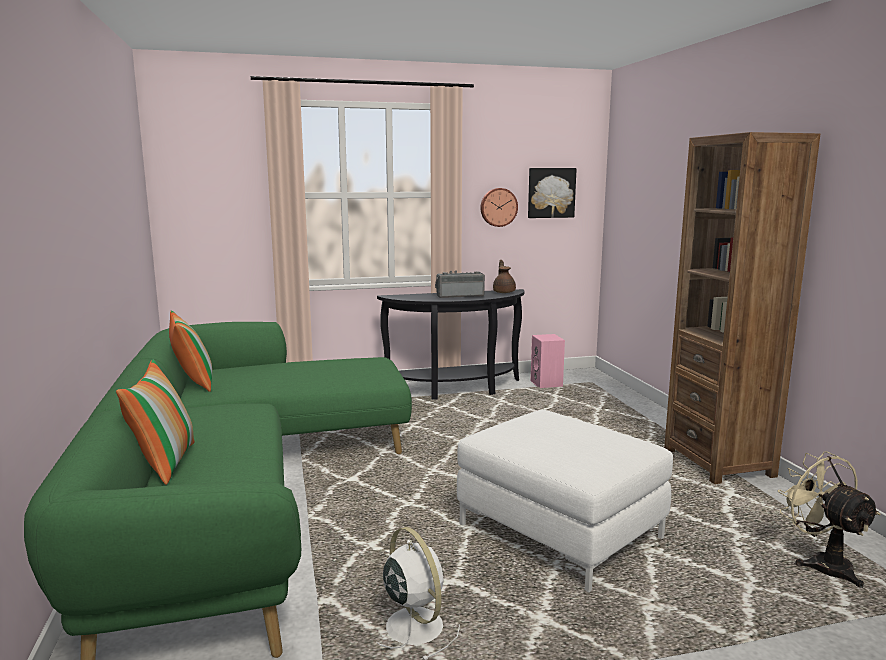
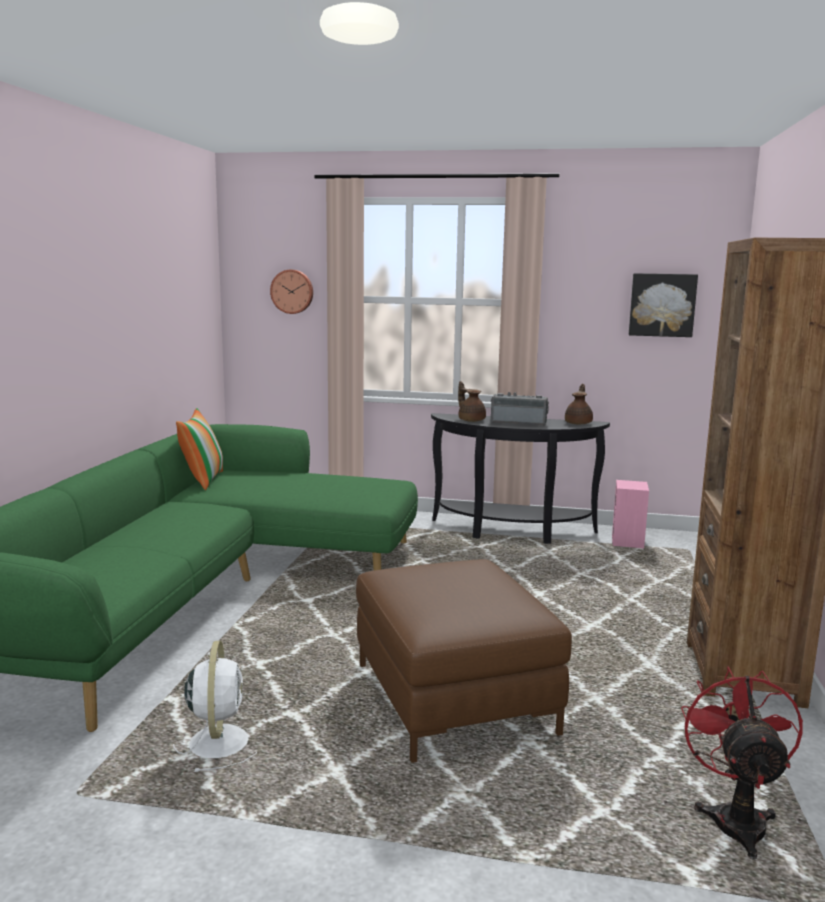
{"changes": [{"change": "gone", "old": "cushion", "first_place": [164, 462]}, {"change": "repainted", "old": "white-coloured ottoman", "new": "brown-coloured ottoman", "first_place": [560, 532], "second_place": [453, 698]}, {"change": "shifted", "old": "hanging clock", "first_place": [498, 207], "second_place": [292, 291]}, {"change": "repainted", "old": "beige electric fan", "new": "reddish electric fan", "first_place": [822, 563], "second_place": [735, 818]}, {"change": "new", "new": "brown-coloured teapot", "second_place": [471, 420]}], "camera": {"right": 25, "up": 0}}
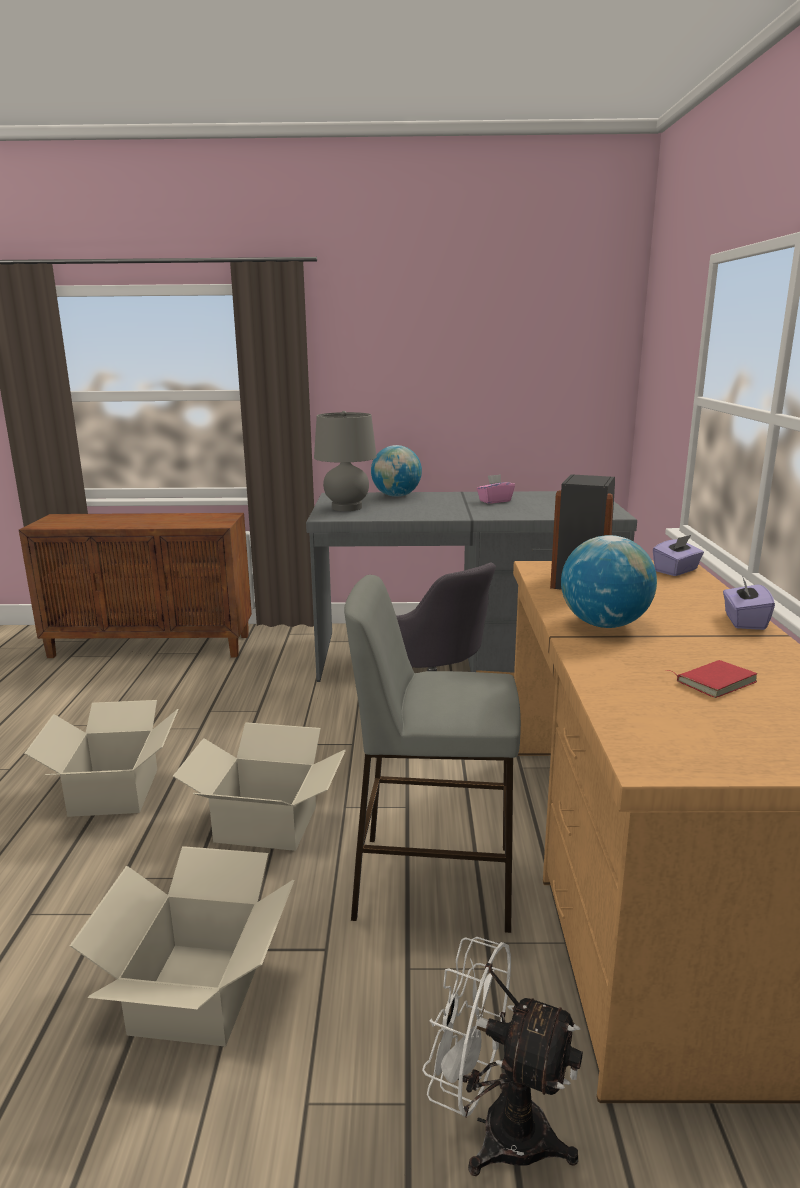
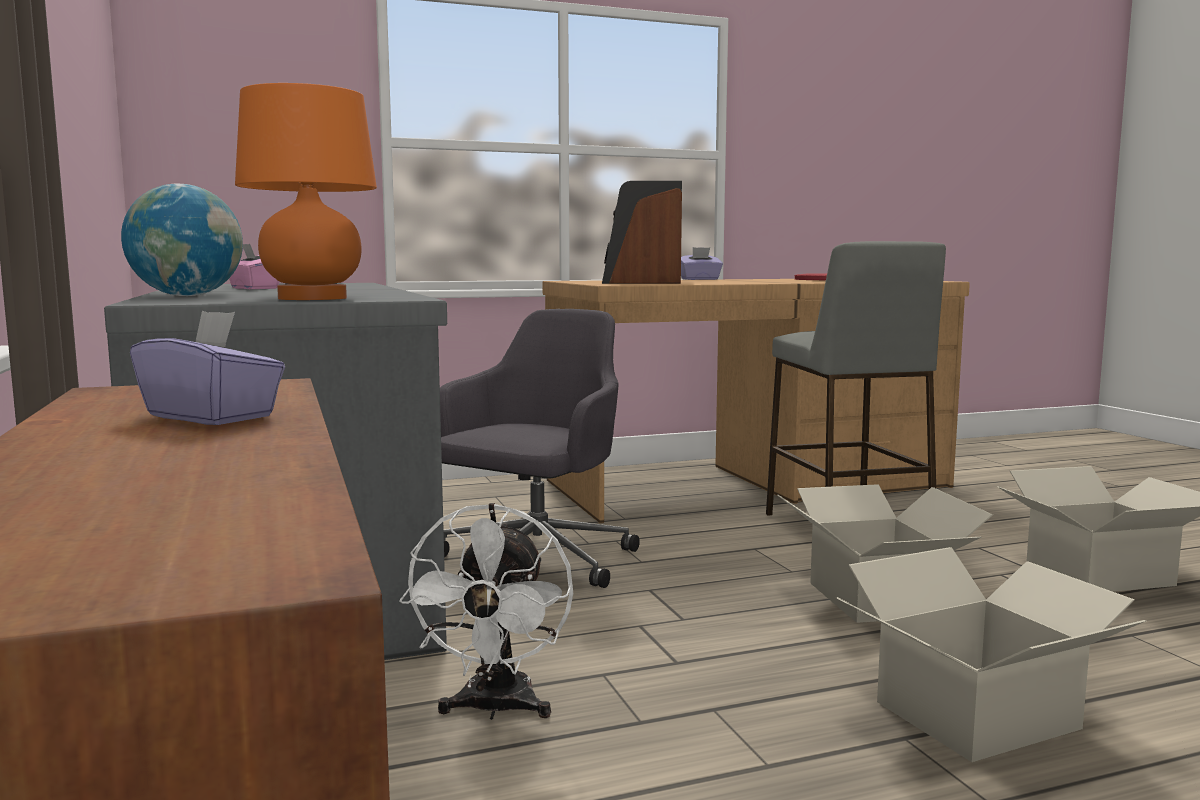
{"changes": [{"change": "repainted", "old": "grey lamp for a table", "new": "orange-coloured lamp for a table", "first_place": [346, 508], "second_place": [312, 298]}, {"change": "shifted", "old": "white-coloured electric fan", "first_place": [497, 1128], "second_place": [495, 709]}, {"change": "gone", "old": "globe", "first_place": [604, 624]}, {"change": "shifted", "old": "purple box of tissues", "first_place": [676, 571], "second_place": [212, 416]}], "camera": {"right": -110, "up": -10}}
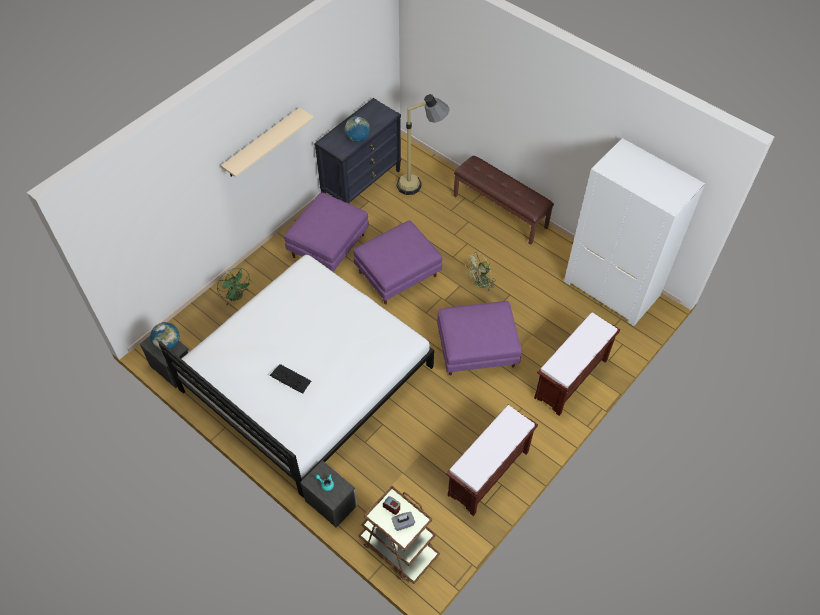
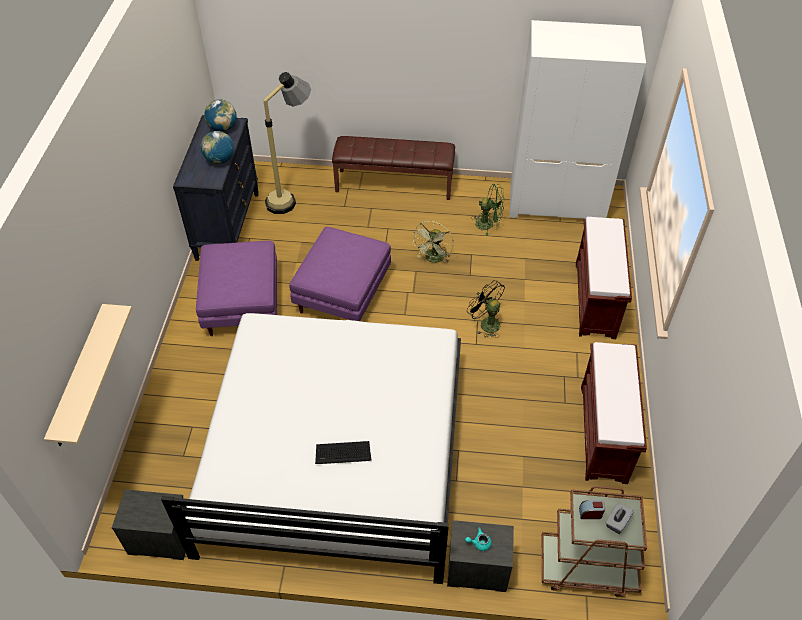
{"changes": [{"change": "shifted", "old": "globe", "first_place": [168, 343], "second_place": [223, 128]}, {"change": "shifted", "old": "green electric fan", "first_place": [237, 296], "second_place": [488, 224]}, {"change": "shifted", "old": "beige bracket shelf", "first_place": [262, 143], "second_place": [79, 376]}, {"change": "swapped", "old": "purple ottoman", "new": "blackish electric fan", "first_place": [476, 350], "second_place": [486, 323]}], "camera": {"right": -35, "up": -5}}
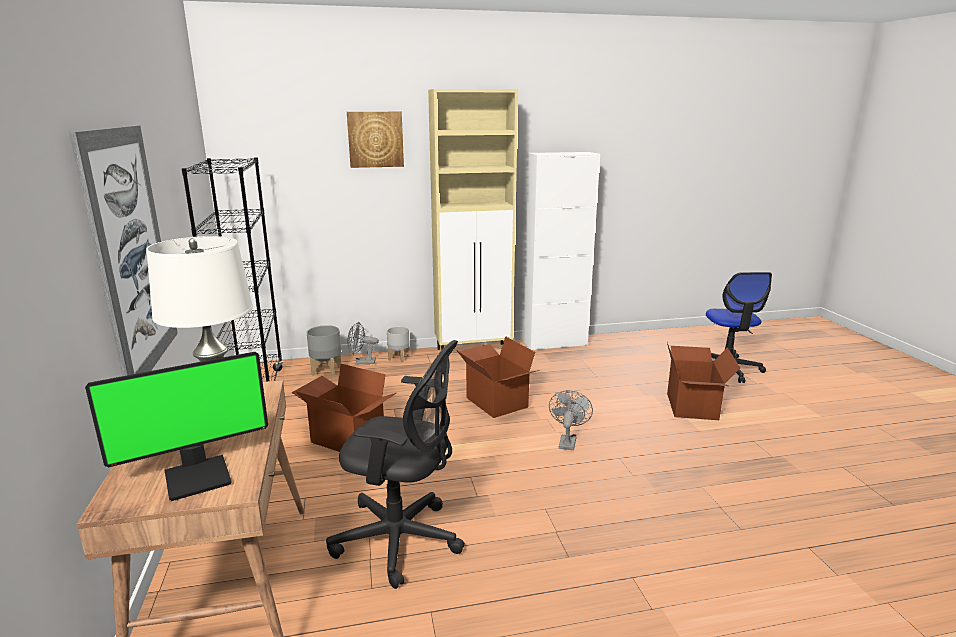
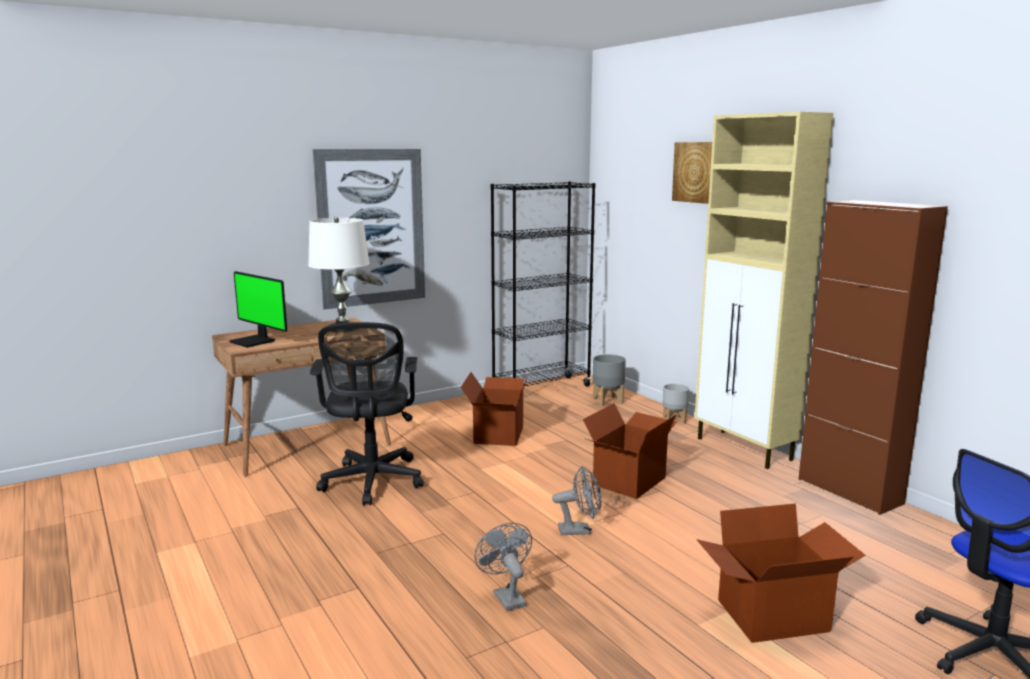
{"changes": [{"change": "shifted", "old": "grey electric fan", "first_place": [362, 362], "second_place": [506, 596]}, {"change": "repainted", "old": "white-coloured cupboard", "new": "brown-coloured cupboard", "first_place": [555, 343], "second_place": [849, 491]}], "camera": {"right": 70, "up": -5}}
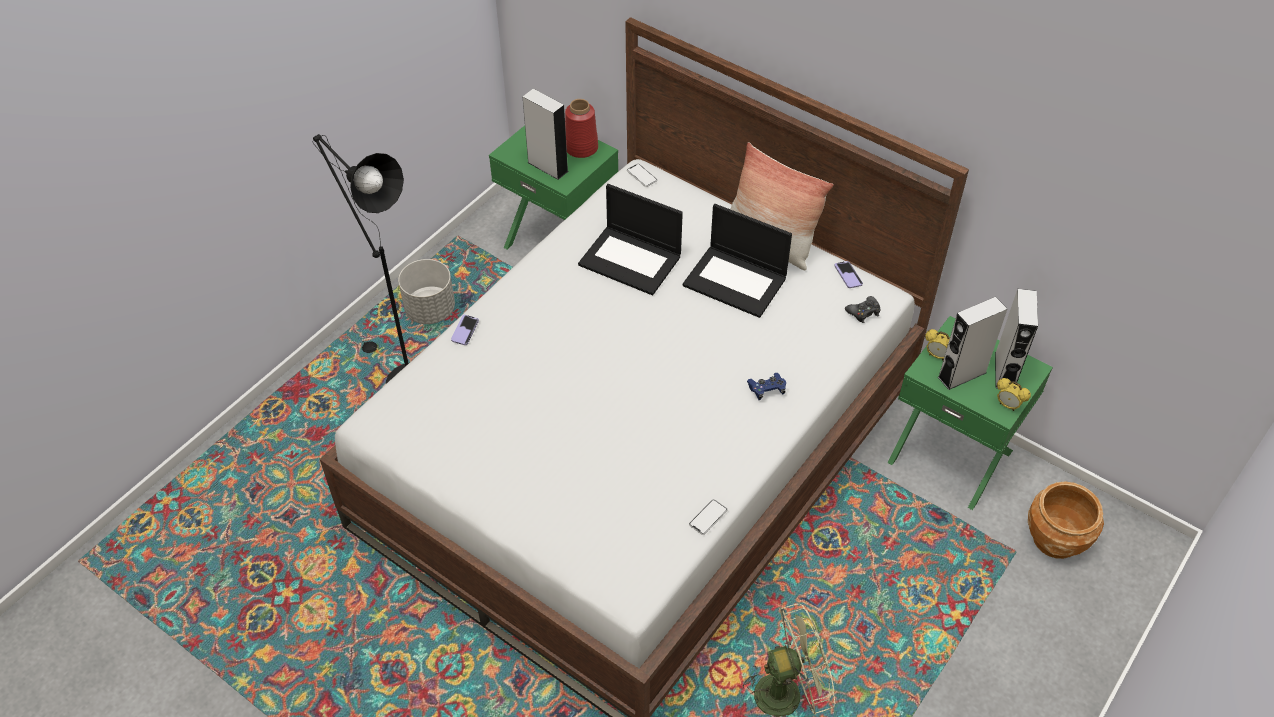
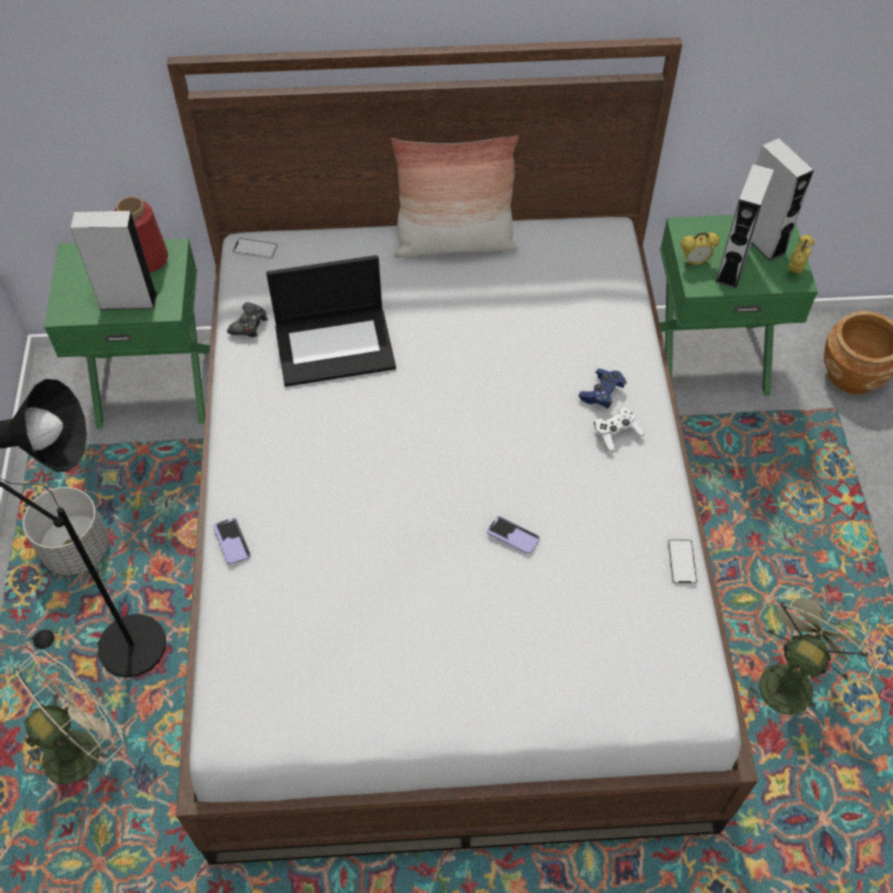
{"changes": [{"change": "gone", "old": "laptop", "first_place": [736, 281]}, {"change": "shifted", "old": "telephone", "first_place": [848, 275], "second_place": [513, 536]}, {"change": "shifted", "old": "blackish game controller", "first_place": [863, 312], "second_place": [249, 324]}, {"change": "rotated", "old": "bedside clock", "first_place": [1007, 405], "second_place": [795, 270], "degrees": 120}, {"change": "new", "new": "beige electric fan", "second_place": [81, 746]}, {"change": "new", "new": "white-coloured game controller", "second_place": [616, 434]}], "camera": {"right": -40, "up": 5}}
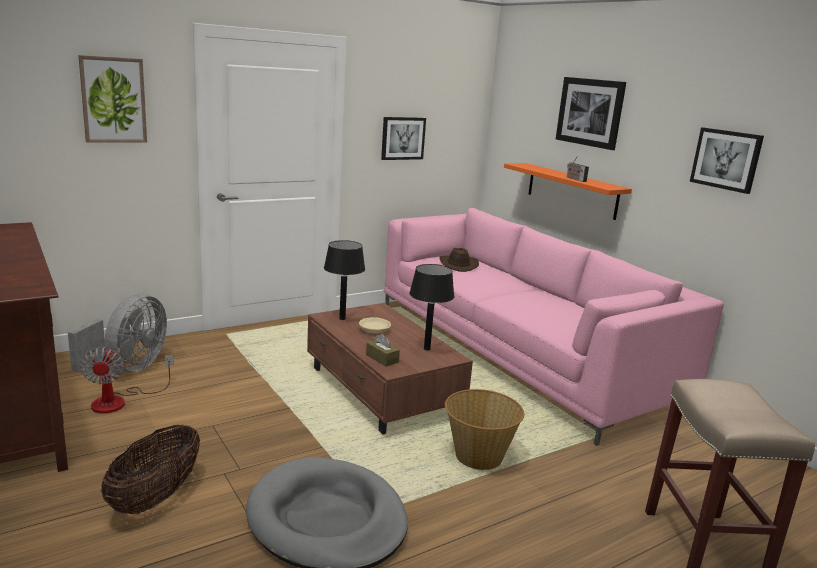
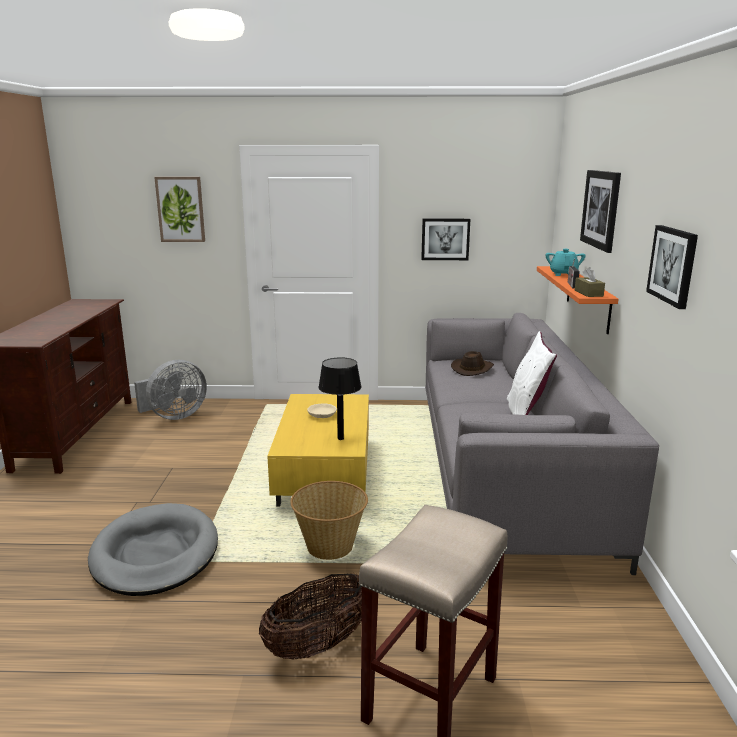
{"changes": [{"change": "gone", "old": "electric fan", "first_place": [119, 401]}, {"change": "shifted", "old": "basket", "first_place": [156, 497], "second_place": [319, 644]}, {"change": "repainted", "old": "brown-coloured lounge table", "new": "yellow lounge table", "first_place": [382, 391], "second_place": [324, 473]}, {"change": "gone", "old": "blackish lamp for a table", "first_place": [342, 318]}, {"change": "shifted", "old": "brown-coloured box of tissues", "first_place": [382, 358], "second_place": [588, 293]}, {"change": "repainted", "old": "pink-coloured sofa", "new": "grey sofa", "first_place": [518, 351], "second_place": [504, 467]}, {"change": "new", "new": "white-coloured cushion", "second_place": [526, 414]}, {"change": "new", "new": "blue-green teapot", "second_place": [563, 274]}], "camera": {"right": 35, "up": 0}}
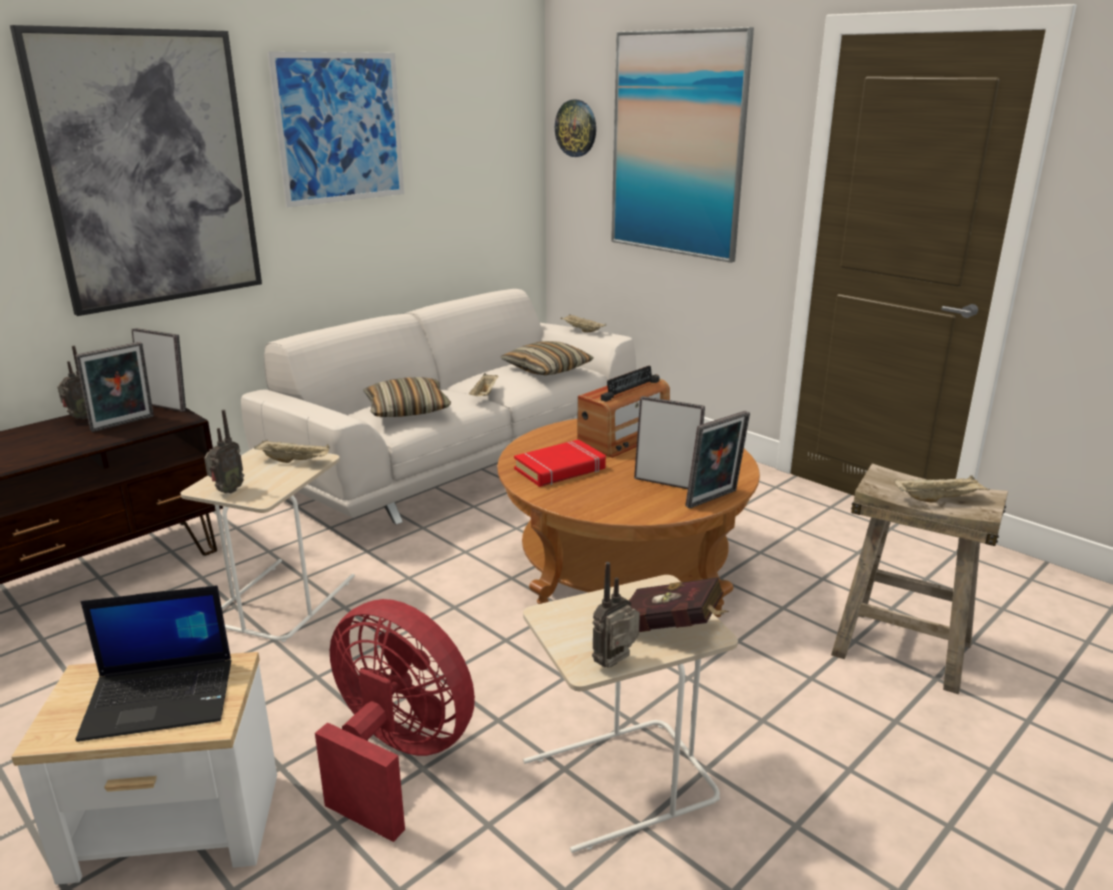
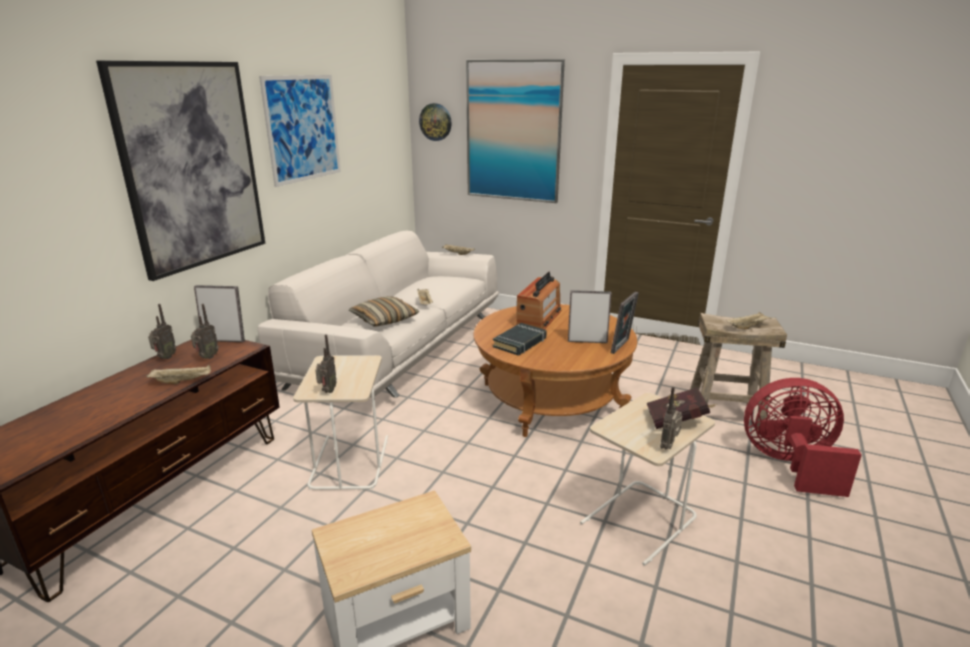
{"changes": [{"change": "swapped", "old": "standing frame", "new": "radio set", "first_place": [124, 424], "second_place": [207, 357]}, {"change": "gone", "old": "laptop", "first_place": [162, 698]}, {"change": "shifted", "old": "beige carrying tray", "first_place": [295, 461], "second_place": [183, 381]}, {"change": "shifted", "old": "reddish electric fan", "first_place": [396, 759], "second_place": [790, 465]}, {"change": "gone", "old": "cushion", "first_place": [547, 369]}, {"change": "repainted", "old": "reddish bound book", "new": "blackish bound book", "first_place": [560, 469], "second_place": [520, 343]}], "camera": {"right": -20, "up": 0}}
